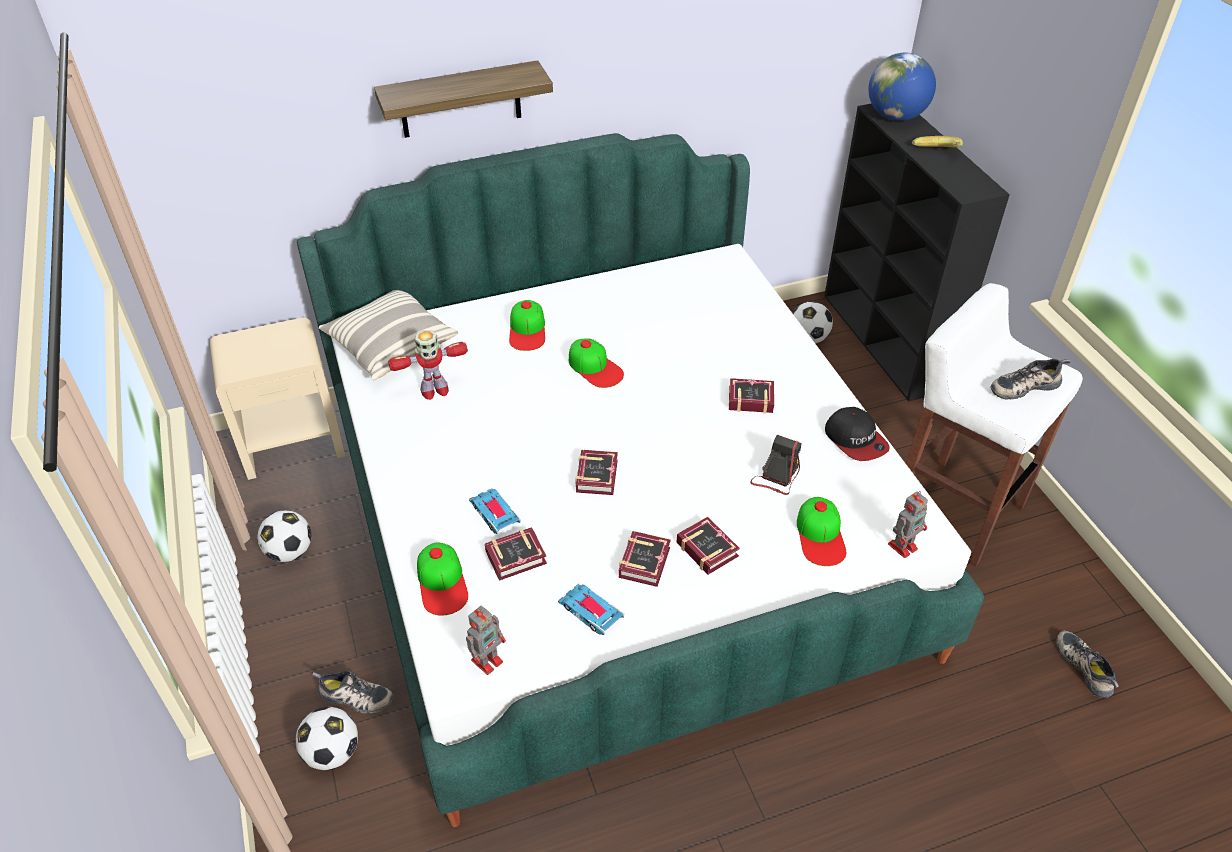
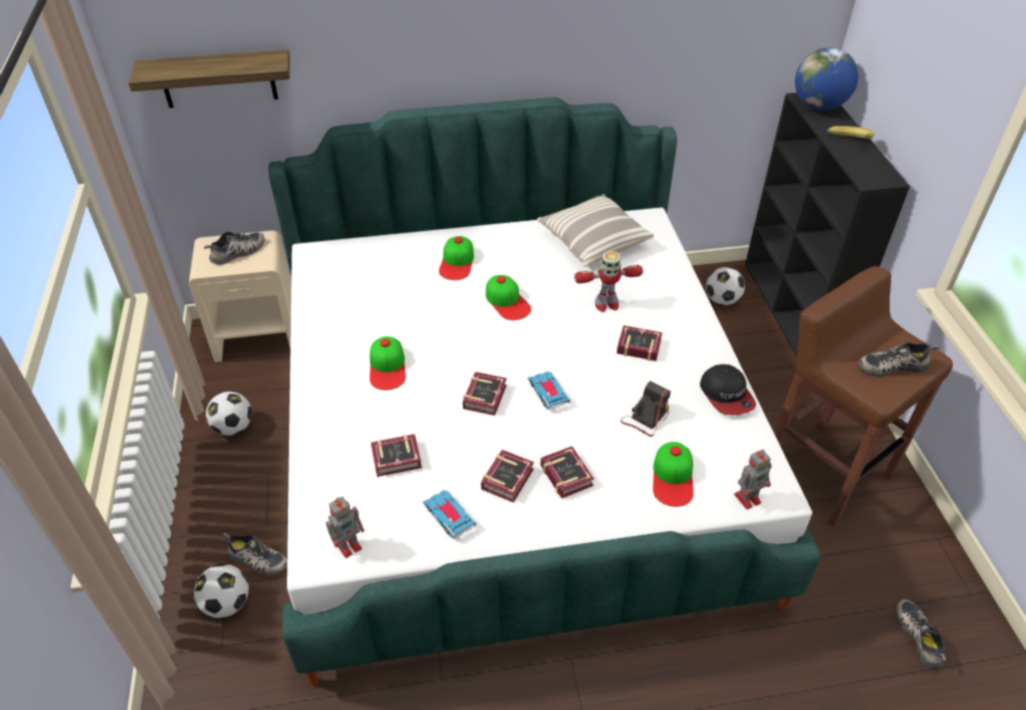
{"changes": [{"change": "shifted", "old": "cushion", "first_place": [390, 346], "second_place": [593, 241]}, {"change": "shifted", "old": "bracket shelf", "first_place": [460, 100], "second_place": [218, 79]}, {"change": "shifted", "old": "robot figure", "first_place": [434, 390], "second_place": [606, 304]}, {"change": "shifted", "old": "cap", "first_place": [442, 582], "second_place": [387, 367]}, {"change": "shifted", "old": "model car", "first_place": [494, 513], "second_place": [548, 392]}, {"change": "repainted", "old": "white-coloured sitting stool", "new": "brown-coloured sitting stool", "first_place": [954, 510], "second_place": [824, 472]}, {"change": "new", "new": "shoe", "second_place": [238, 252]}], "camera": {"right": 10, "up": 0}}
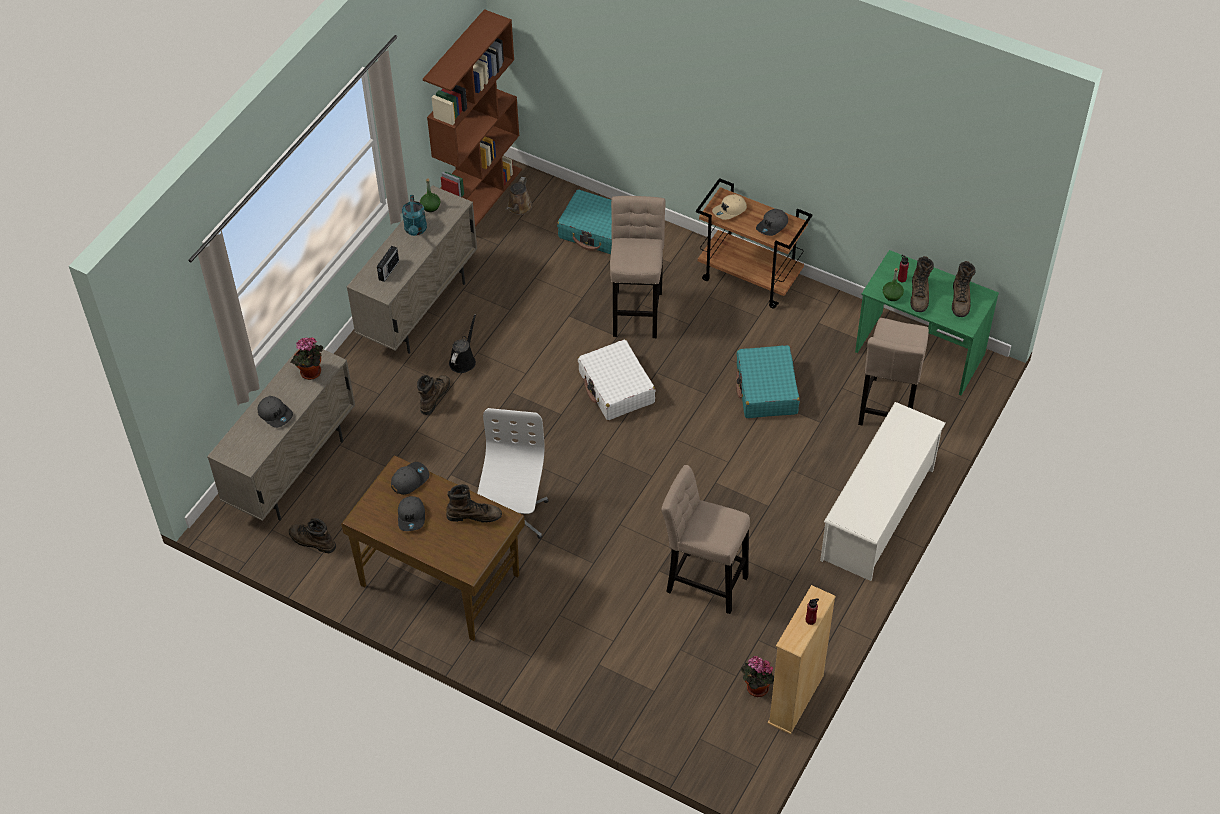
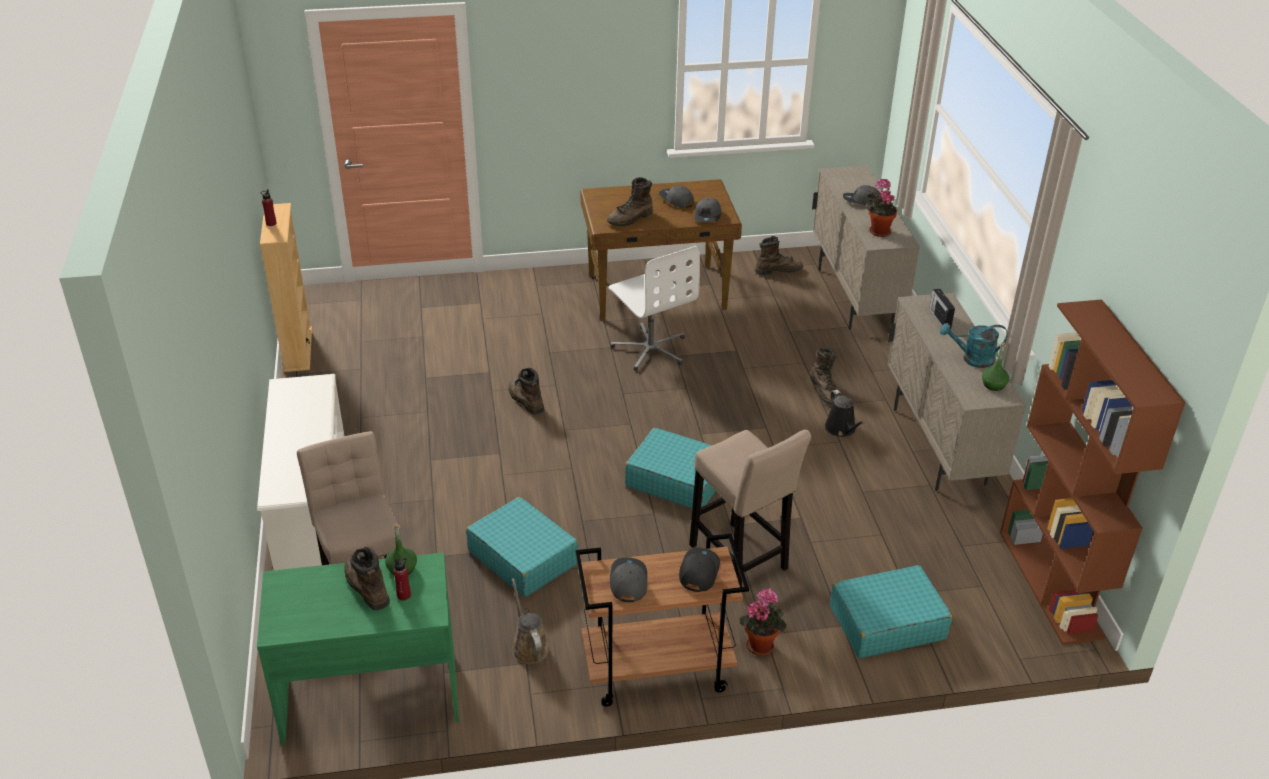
{"changes": [{"change": "rotated", "old": "blue-green watering pot", "first_place": [415, 230], "second_place": [972, 359], "degrees": -45}, {"change": "shifted", "old": "brown-coloured watering pot", "first_place": [519, 208], "second_place": [529, 646]}, {"change": "repainted", "old": "white-coloured travel case", "new": "blue-green travel case", "first_place": [616, 388], "second_place": [676, 480]}, {"change": "gone", "old": "beige sitting stool", "first_place": [703, 581]}, {"change": "repainted", "old": "beige cap", "new": "blackish cap", "first_place": [729, 211], "second_place": [698, 572]}, {"change": "shifted", "old": "plant in a pot", "first_place": [755, 688], "second_place": [760, 643]}, {"change": "shifted", "old": "brown-coloured high-top boot", "first_place": [960, 300], "second_place": [525, 400]}], "camera": {"right": 140, "up": -15}}
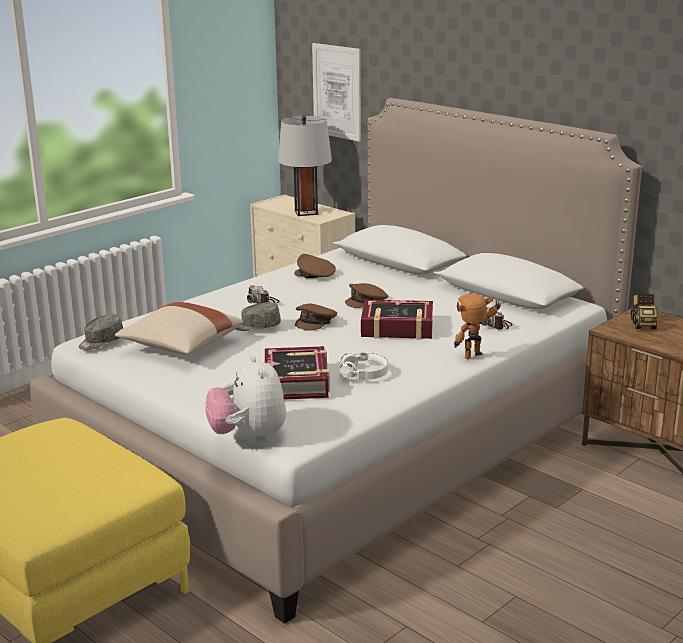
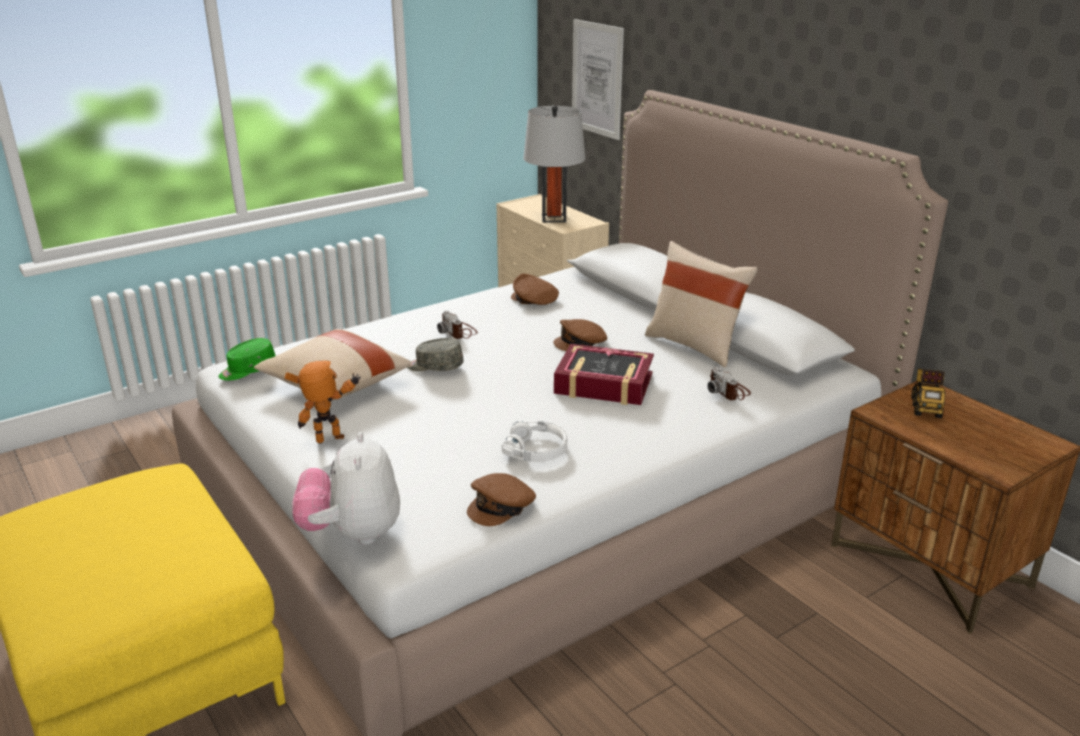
{"changes": [{"change": "repainted", "old": "grey cap", "new": "green cap", "first_place": [101, 342], "second_place": [248, 370]}, {"change": "gone", "old": "bound book", "first_place": [297, 382]}, {"change": "shifted", "old": "brown-coloured cap", "first_place": [315, 322], "second_place": [502, 506]}, {"change": "shifted", "old": "robot figure", "first_place": [475, 357], "second_place": [331, 442]}, {"change": "new", "new": "beige cushion", "second_place": [695, 345]}], "camera": {"right": 10, "up": 5}}
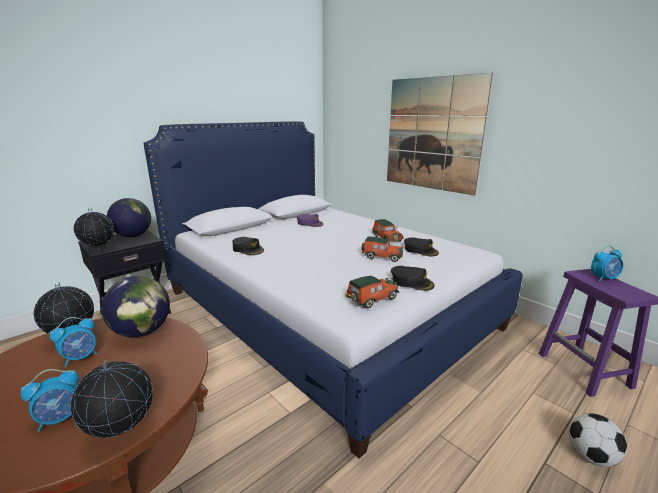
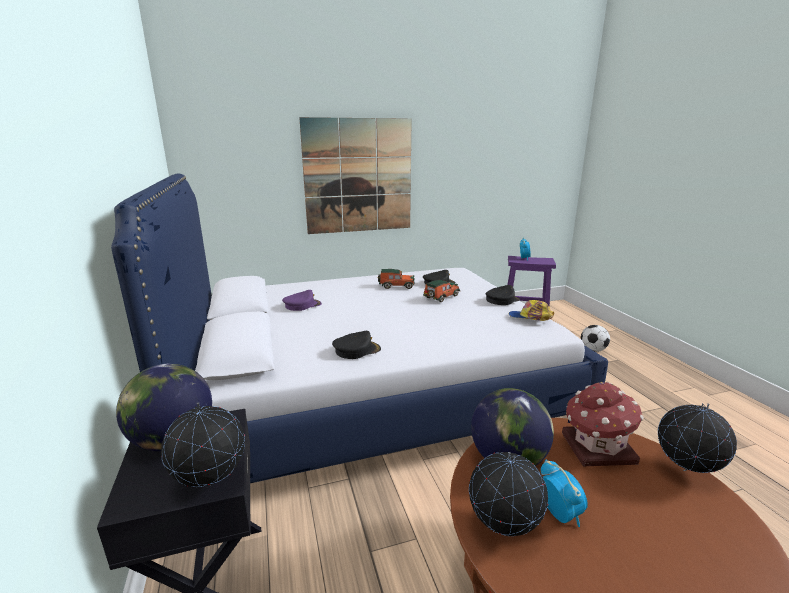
{"changes": [{"change": "gone", "old": "bedside clock", "first_place": [61, 418]}, {"change": "swapped", "old": "model car", "new": "cap", "first_place": [371, 300], "second_place": [530, 318]}, {"change": "new", "new": "toy house", "second_place": [596, 449]}], "camera": {"right": -65, "up": 0}}
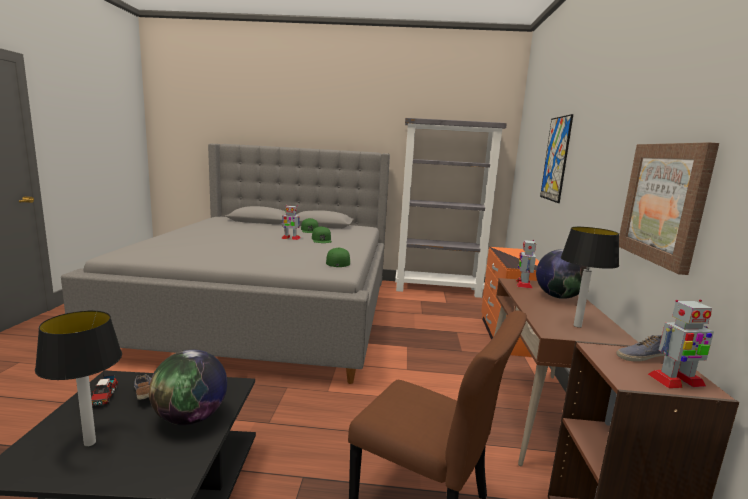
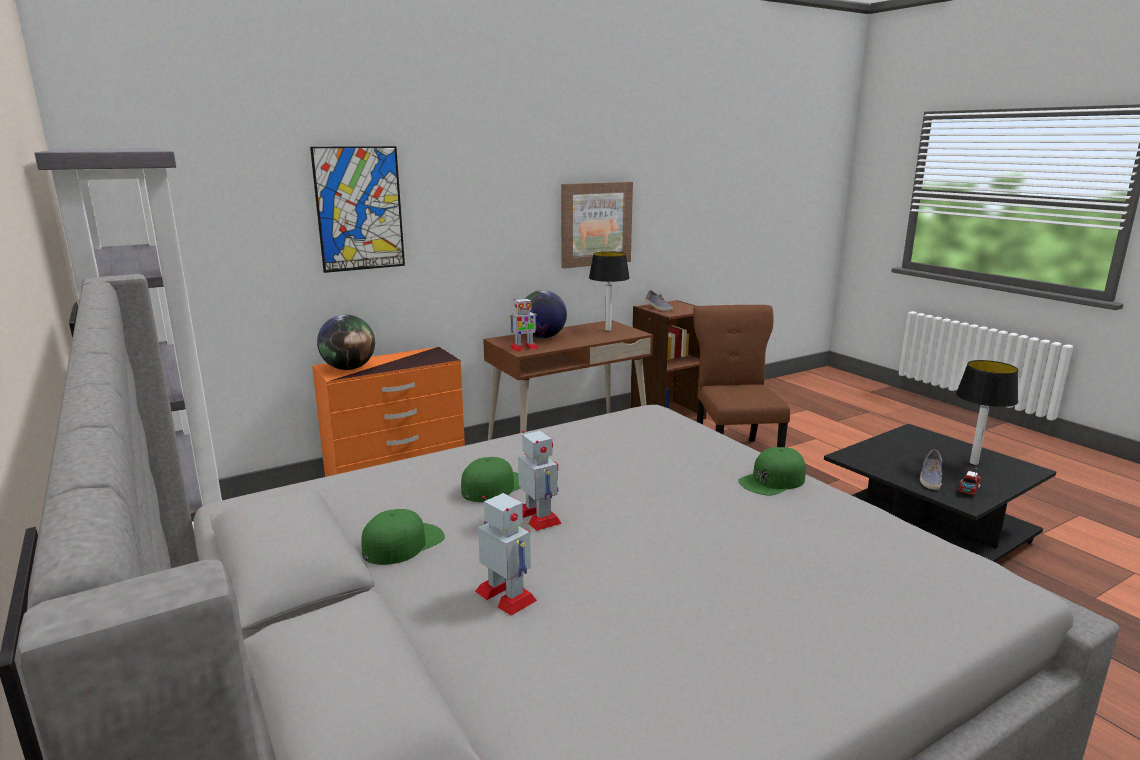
{"changes": [{"change": "shifted", "old": "globe", "first_place": [191, 418], "second_place": [349, 368]}, {"change": "shifted", "old": "green cap", "first_place": [338, 262], "second_place": [773, 480]}, {"change": "shifted", "old": "robot figure", "first_place": [675, 380], "second_place": [506, 596]}], "camera": {"right": -125, "up": 5}}
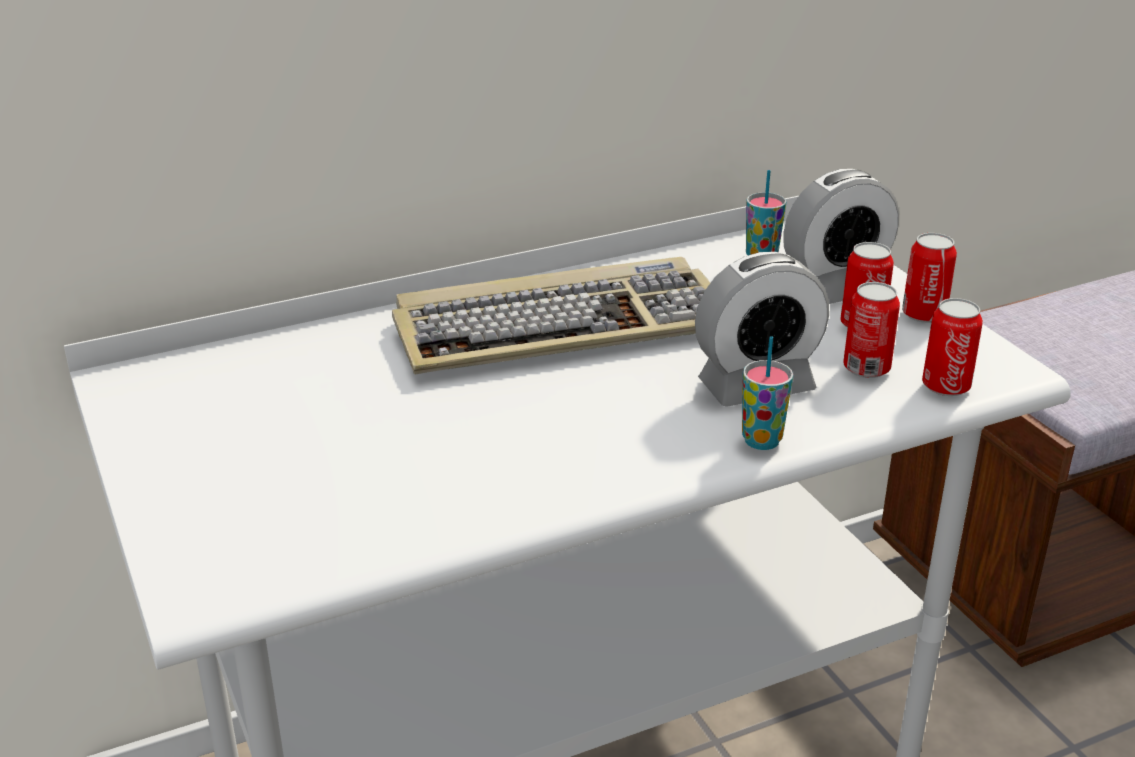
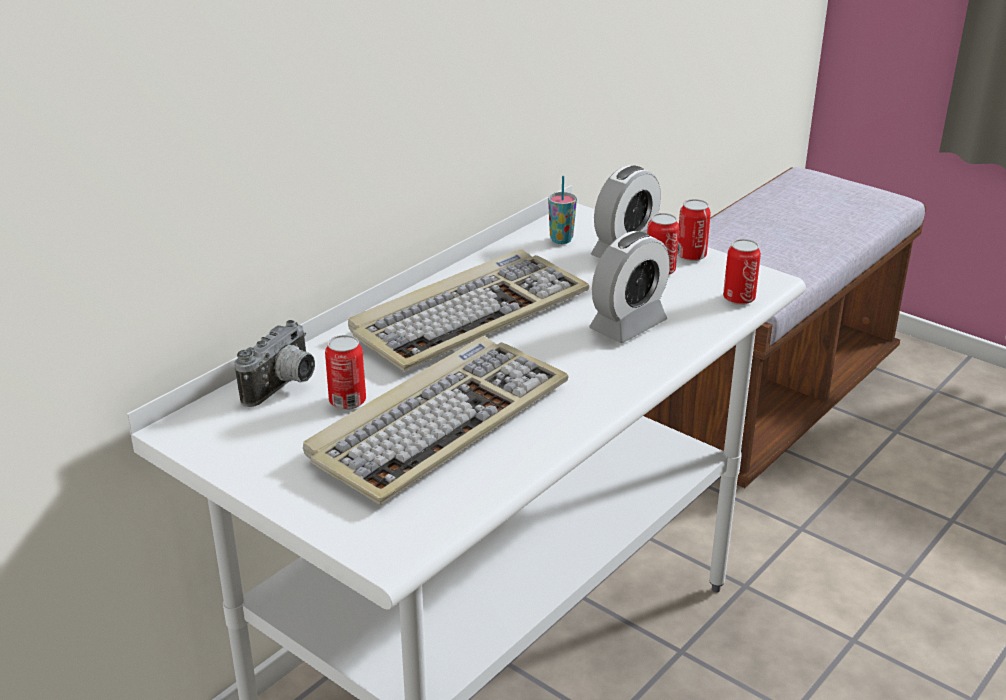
{"changes": [{"change": "gone", "old": "drinking cup", "first_place": [761, 441]}, {"change": "shifted", "old": "sealed can", "first_place": [866, 368], "second_place": [347, 401]}, {"change": "new", "new": "photo camera", "second_place": [284, 387]}, {"change": "new", "new": "PC keyboard", "second_place": [439, 422]}], "camera": {"right": -25, "up": 0}}
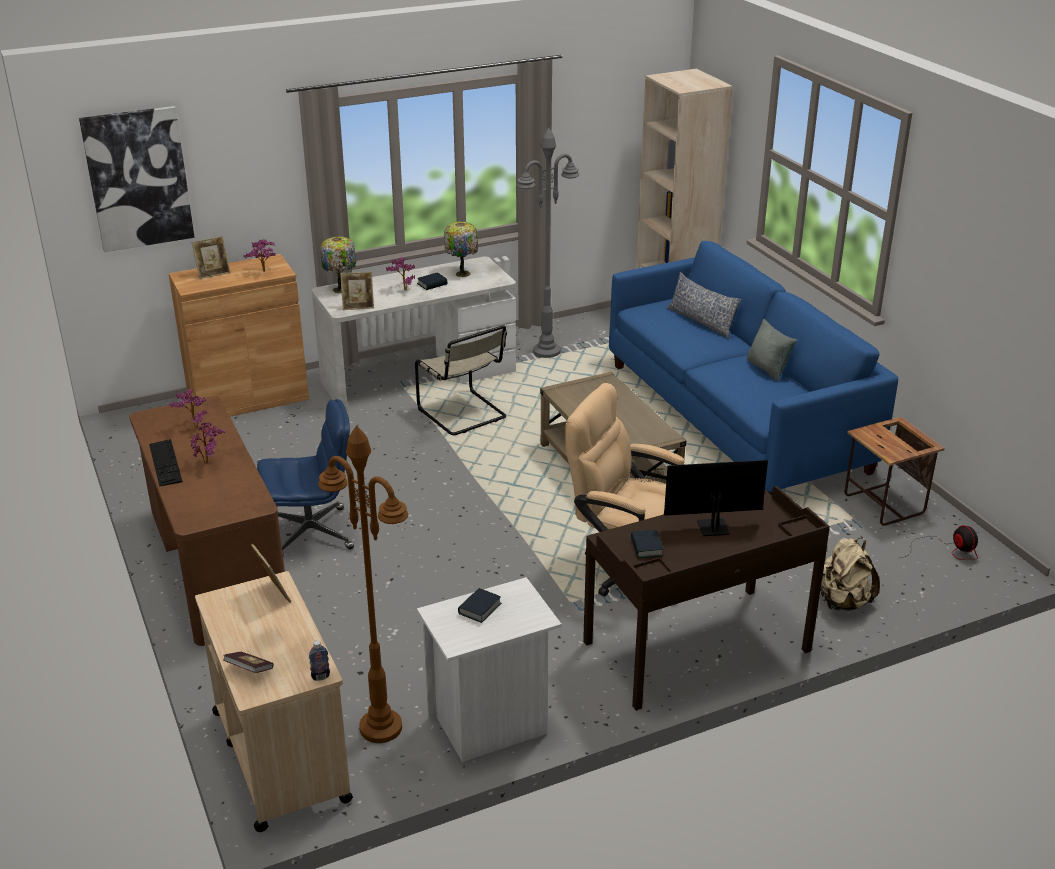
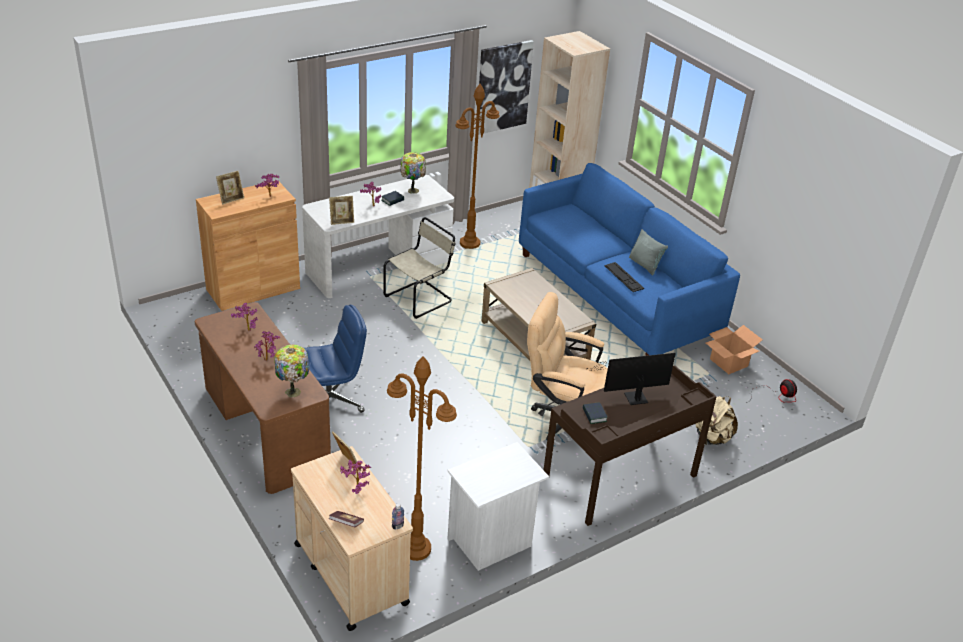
{"changes": [{"change": "shifted", "old": "picture", "first_place": [138, 179], "second_place": [503, 87]}, {"change": "shifted", "old": "PC keyboard", "first_place": [165, 462], "second_place": [623, 277]}, {"change": "shifted", "old": "lamp for a table", "first_place": [341, 289], "second_place": [293, 391]}, {"change": "rotated", "old": "beige plain chair", "first_place": [464, 414], "second_place": [420, 298], "degrees": -90}, {"change": "gone", "old": "bound book", "first_place": [479, 609]}, {"change": "repainted", "old": "grey floor lamp", "new": "brown-coloured floor lamp", "first_place": [546, 351], "second_place": [470, 243]}, {"change": "gone", "old": "cushion", "first_place": [701, 321]}, {"change": "swapped", "old": "side table", "new": "carton", "first_place": [885, 505], "second_place": [729, 363]}, {"change": "new", "new": "plant in a pot", "second_place": [356, 490]}], "camera": {"right": -10, "up": 5}}
